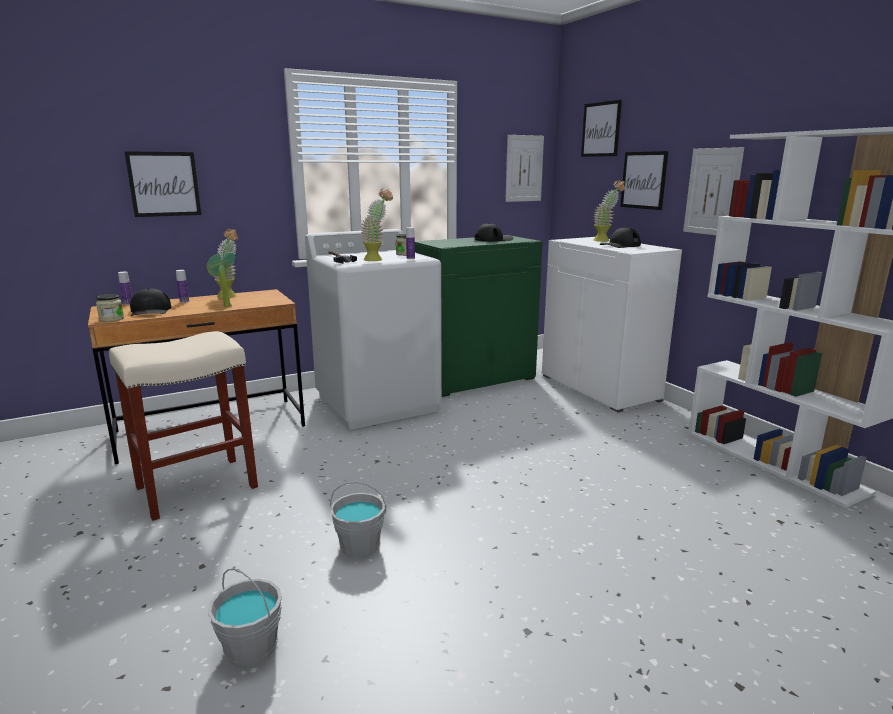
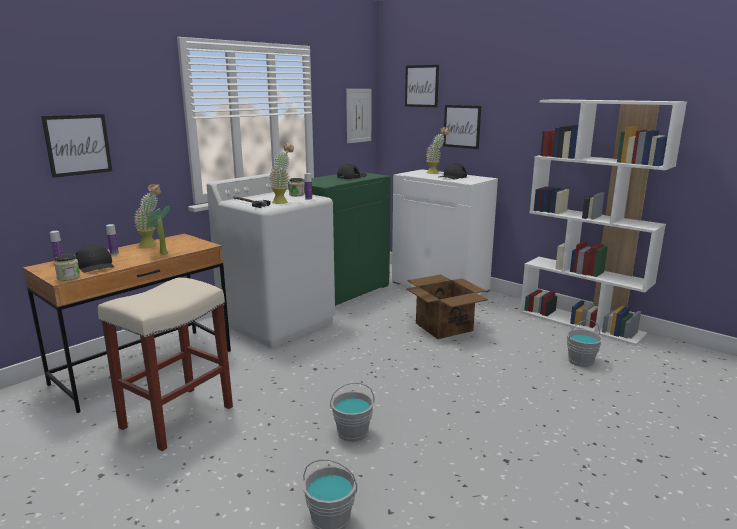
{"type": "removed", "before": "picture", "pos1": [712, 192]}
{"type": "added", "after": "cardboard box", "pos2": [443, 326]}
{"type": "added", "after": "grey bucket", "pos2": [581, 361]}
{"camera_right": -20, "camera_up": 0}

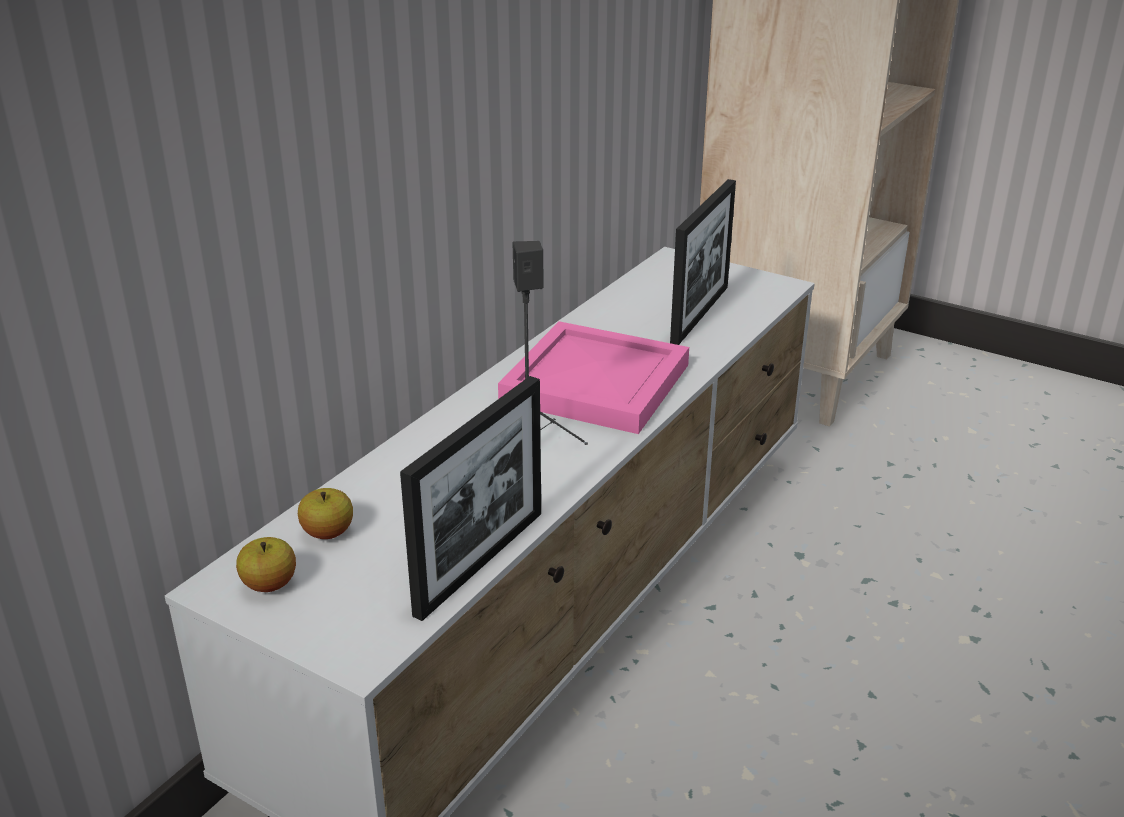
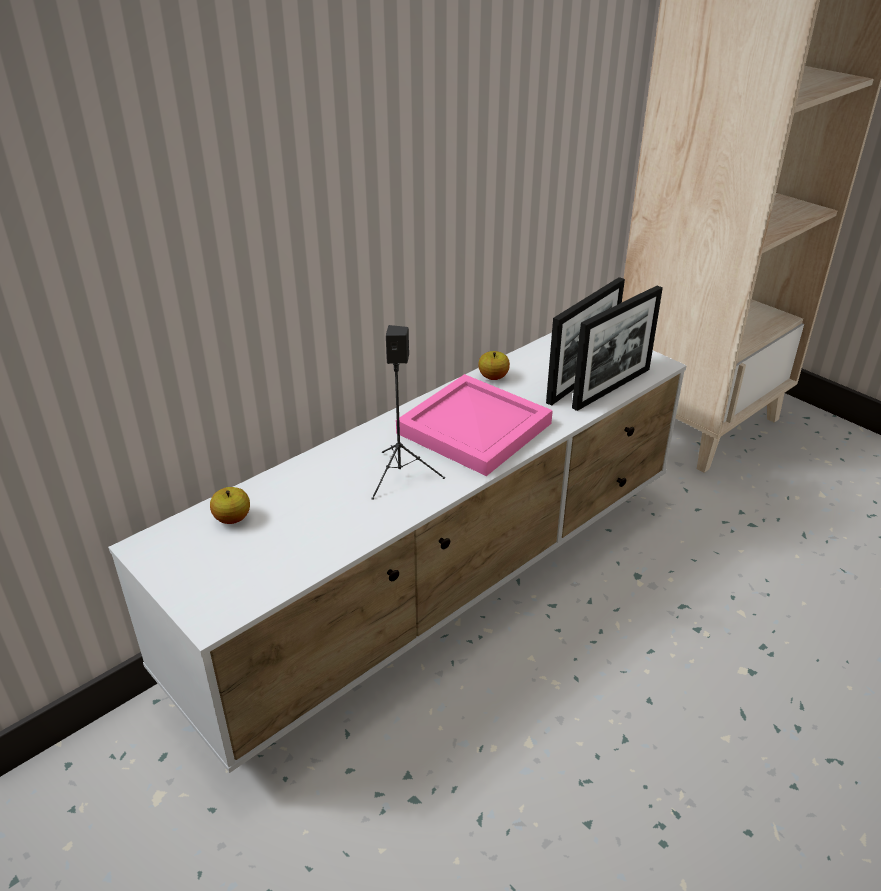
{"type": "moved", "before": "apple", "pos1": [269, 585], "pos2": [493, 377]}
{"type": "moved", "before": "picture frame", "pos1": [480, 562], "pos2": [611, 388]}
{"camera_right": 15, "camera_up": 5}

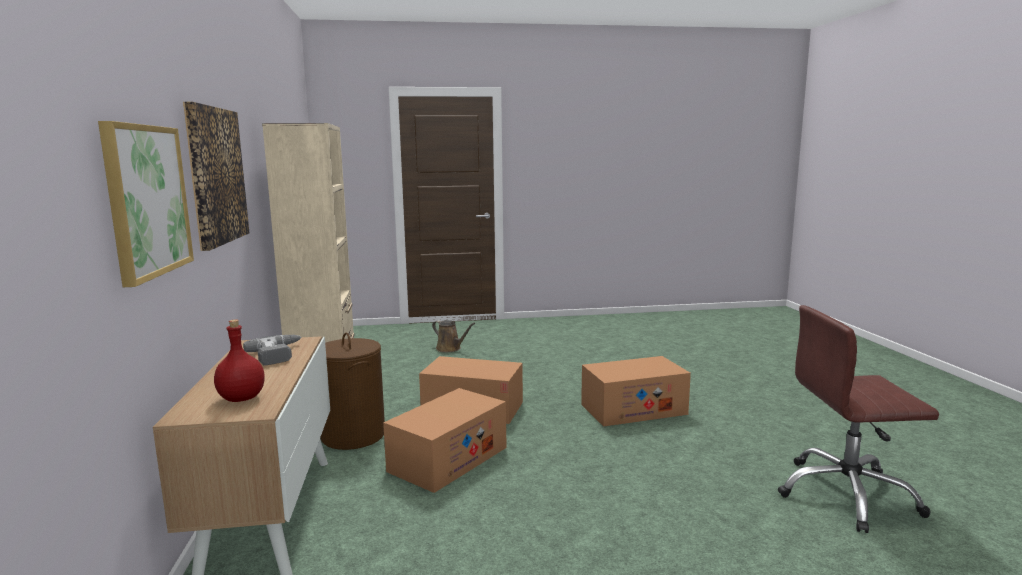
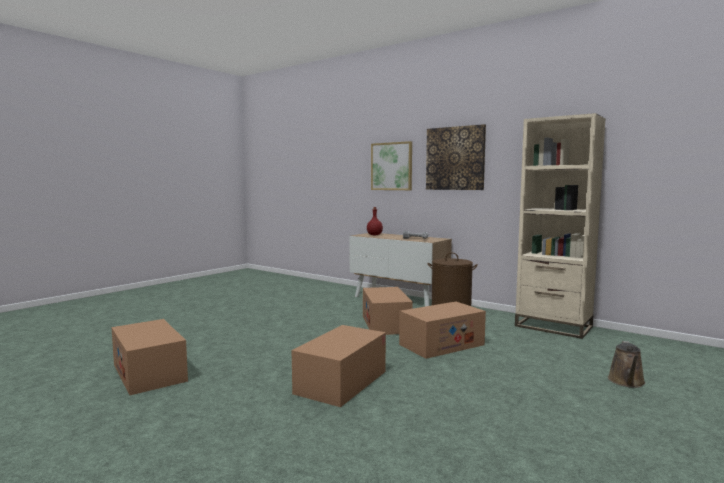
{"type": "replaced", "before": "brown office chair", "after": "cardboard box", "pos1": [847, 495], "pos2": [149, 373]}
{"type": "turned", "before": "brown watering can", "pos1": [450, 349], "pos2": [626, 382], "turn": -60}
{"camera_right": 135, "camera_up": -5}

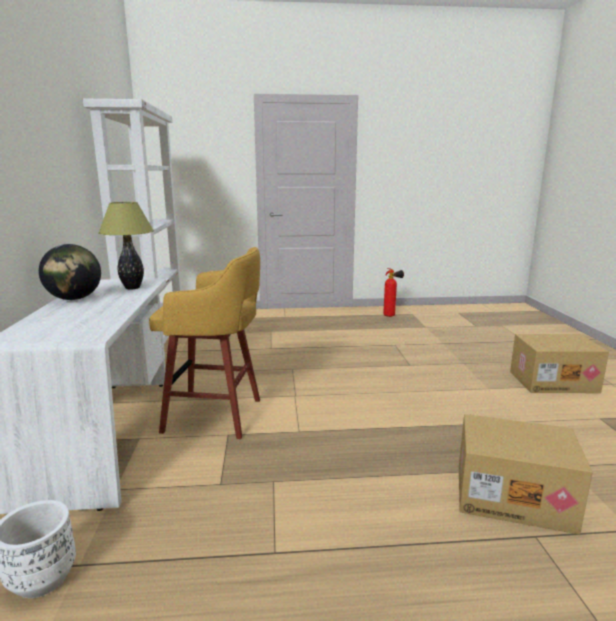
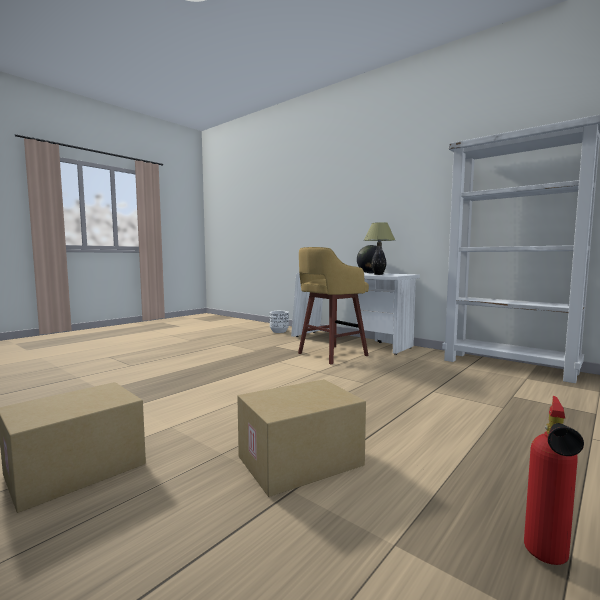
{"type": "moved", "before": "cardboard box", "pos1": [513, 496], "pos2": [300, 462]}
{"camera_right": 135, "camera_up": -10}

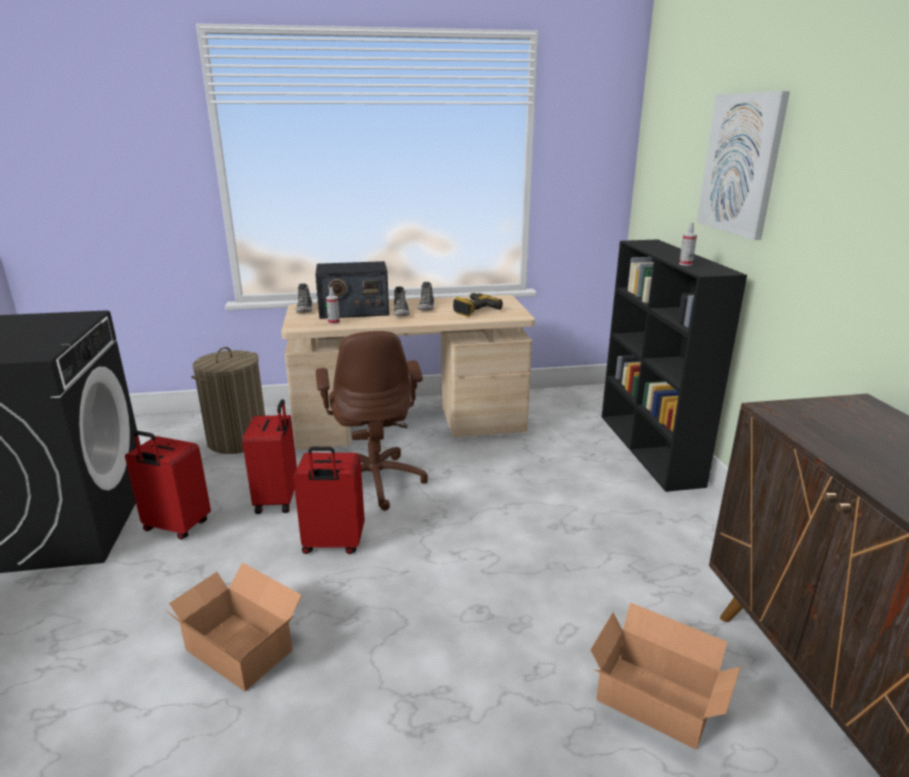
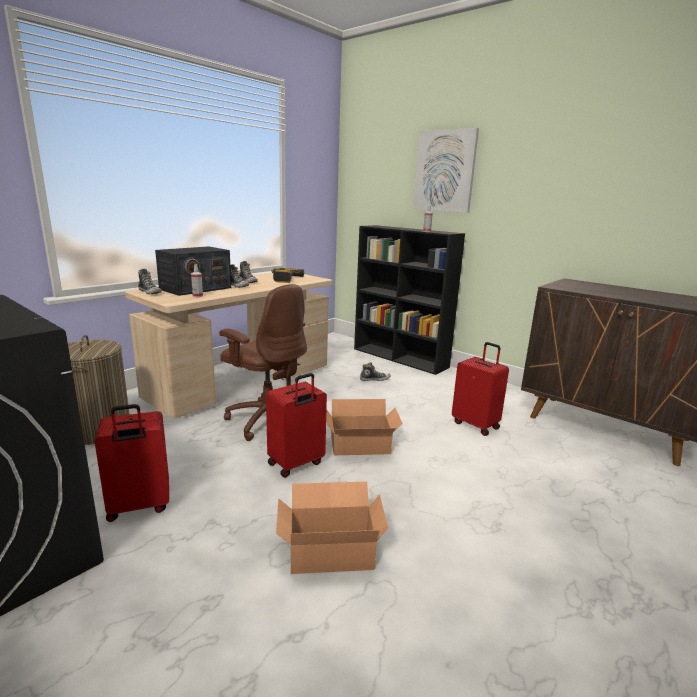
{"type": "added", "after": "shoe", "pos2": [375, 379]}
{"type": "moved", "before": "red suitcase", "pos1": [278, 500], "pos2": [476, 425]}
{"type": "moved", "before": "cardboard box", "pos1": [656, 704], "pos2": [362, 446]}
{"camera_right": -40, "camera_up": -5}

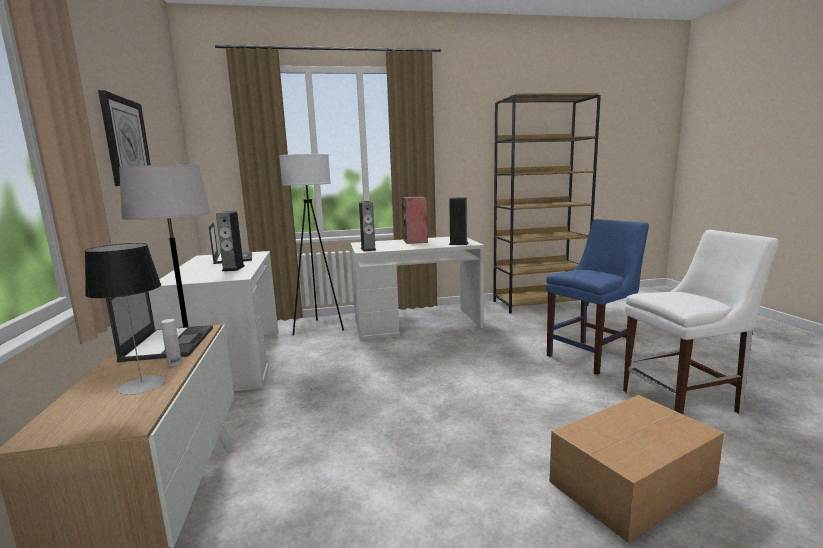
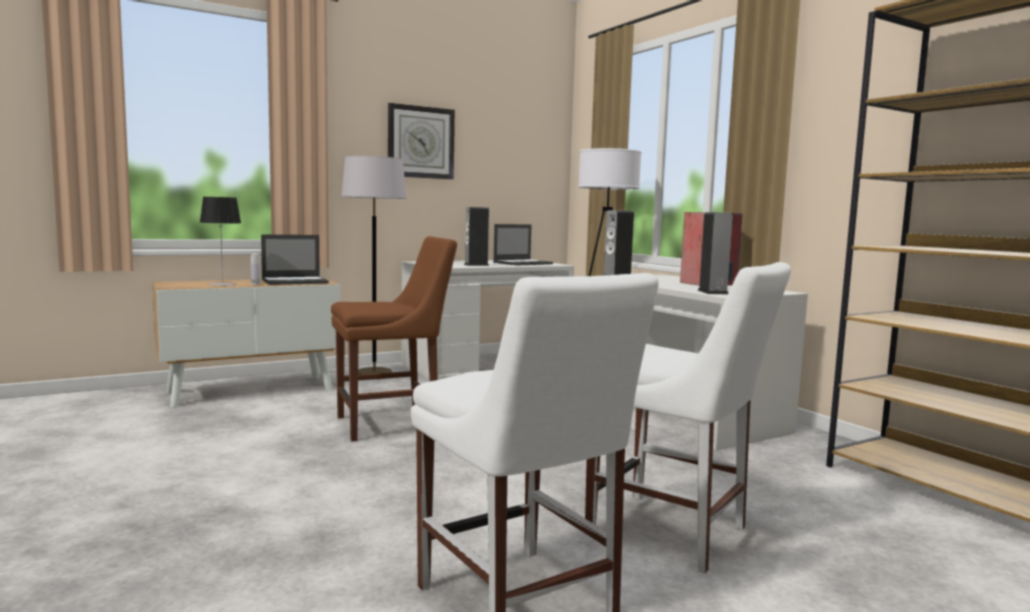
{"type": "removed", "before": "cardboard box", "pos1": [634, 483]}
{"type": "added", "after": "brown chair", "pos2": [393, 424]}
{"type": "recoloured", "before": "blue chair", "after": "white chair", "pos1": [592, 356], "pos2": [674, 533]}
{"camera_right": 70, "camera_up": -5}

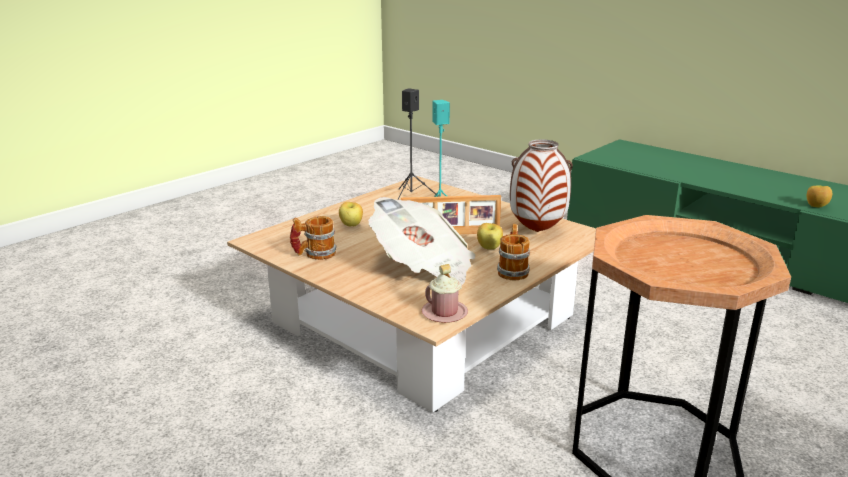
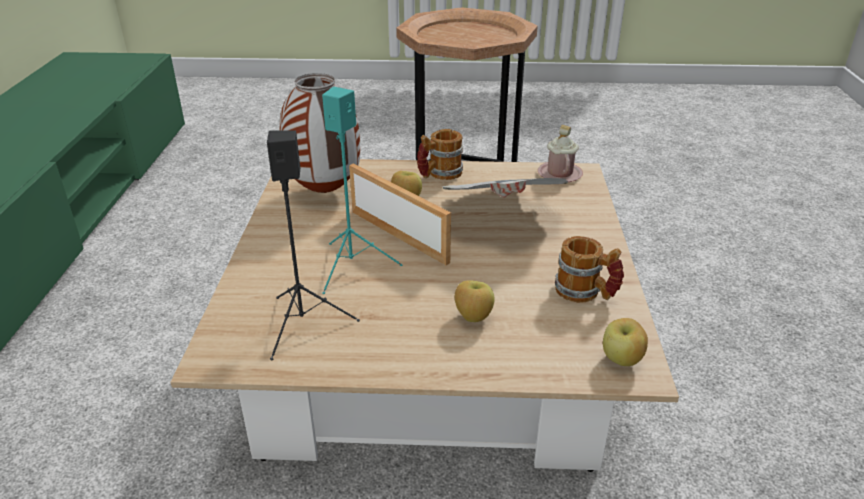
{"type": "moved", "before": "apple", "pos1": [816, 206], "pos2": [622, 360]}
{"camera_right": -130, "camera_up": 10}

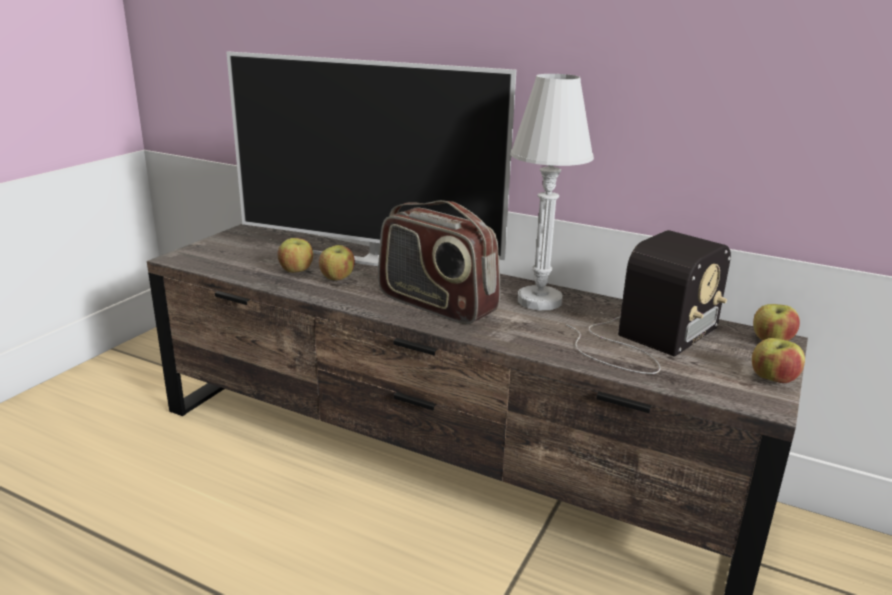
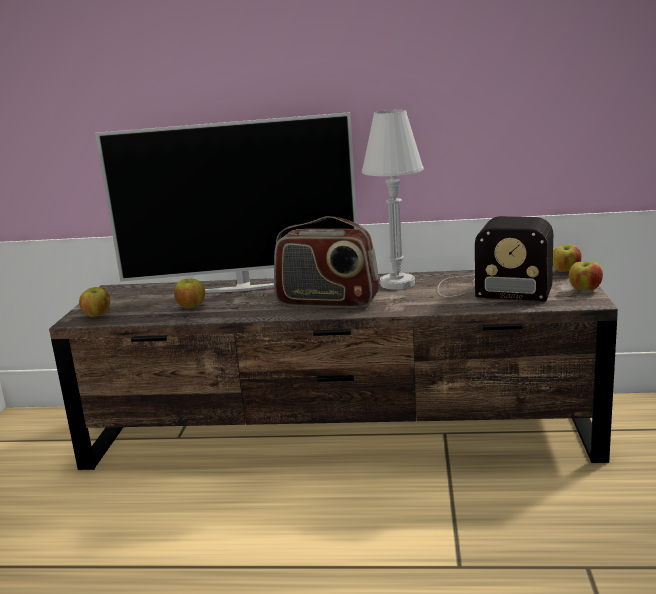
{"type": "moved", "before": "apple", "pos1": [337, 279], "pos2": [97, 315]}
{"type": "turned", "before": "radio", "pos1": [644, 340], "pos2": [489, 288], "turn": 90}
{"camera_right": -20, "camera_up": -5}

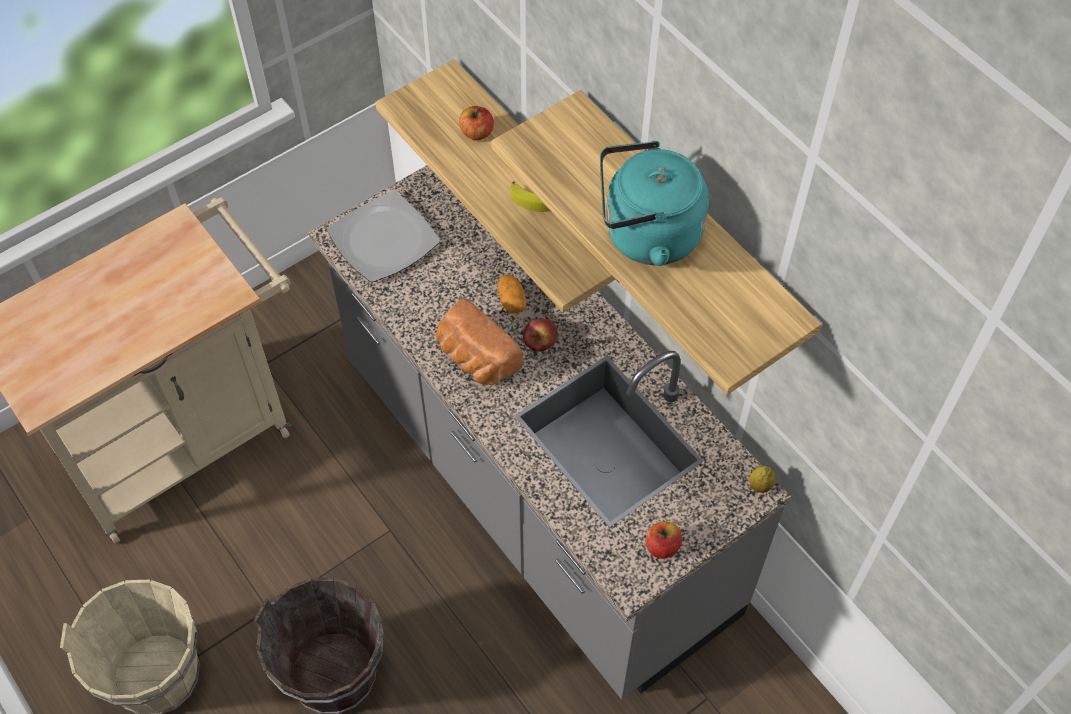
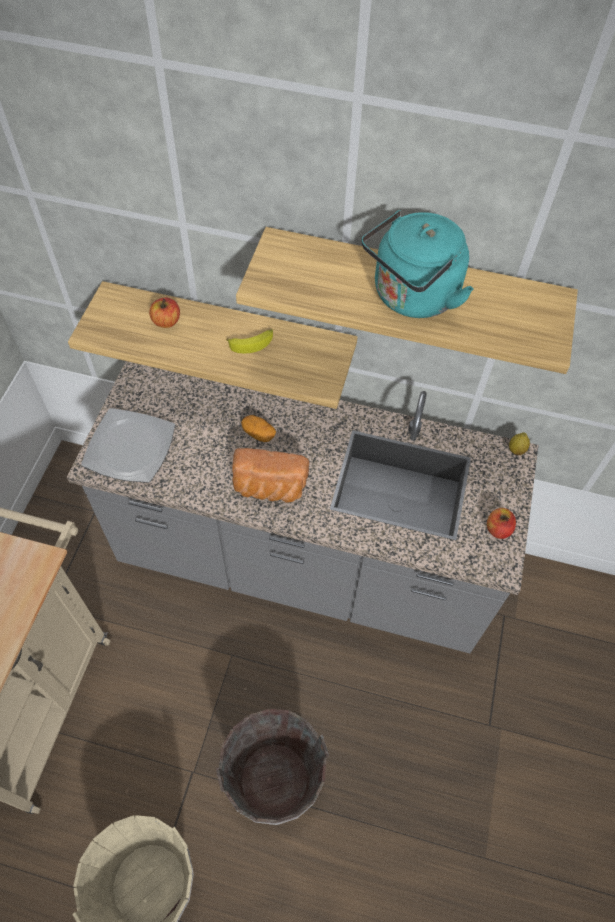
{"type": "removed", "before": "apple", "pos1": [540, 339]}
{"camera_right": -40, "camera_up": 0}

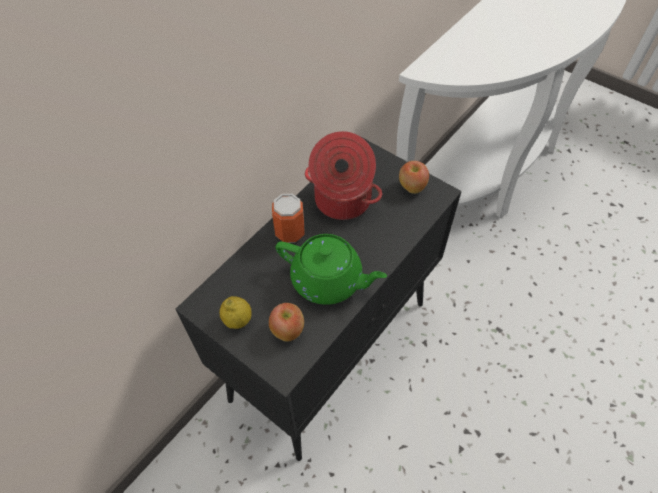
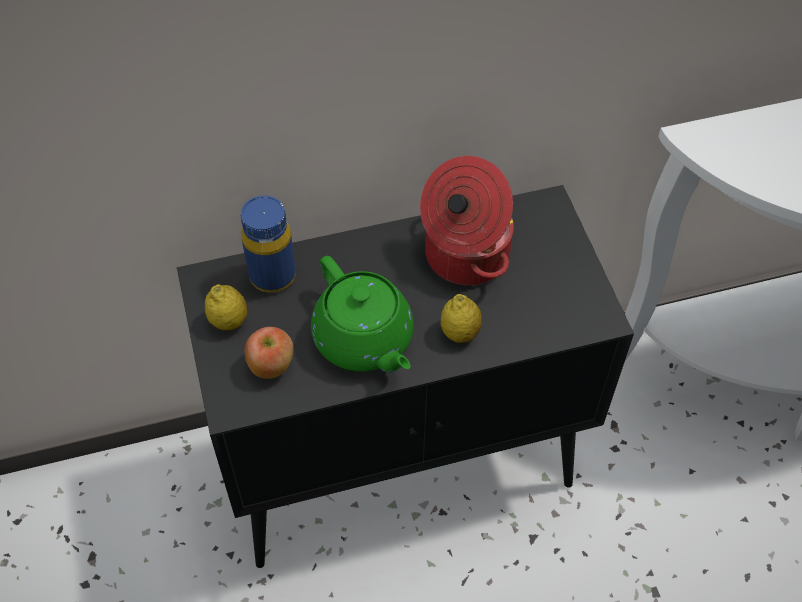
{"type": "removed", "before": "can", "pos1": [290, 232]}
{"type": "removed", "before": "apple", "pos1": [411, 187]}
{"type": "added", "after": "blue bottle", "pos2": [272, 276]}
{"type": "added", "after": "lemon", "pos2": [459, 333]}
{"camera_right": 35, "camera_up": 0}

